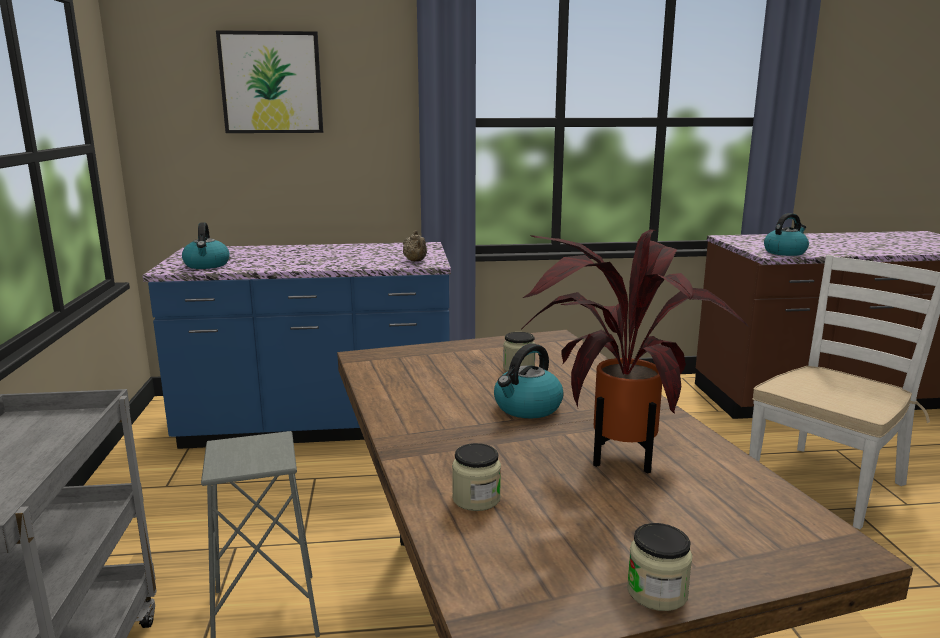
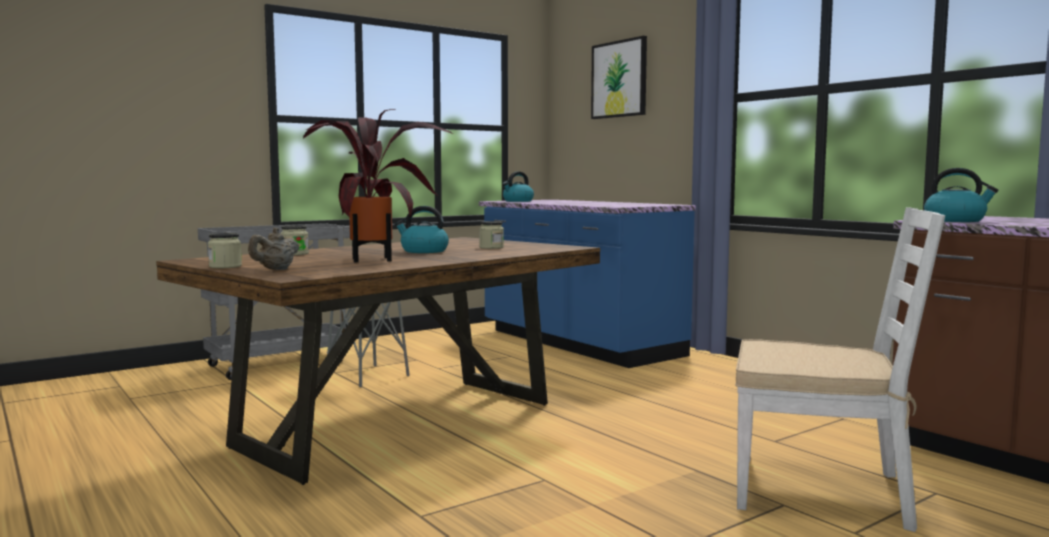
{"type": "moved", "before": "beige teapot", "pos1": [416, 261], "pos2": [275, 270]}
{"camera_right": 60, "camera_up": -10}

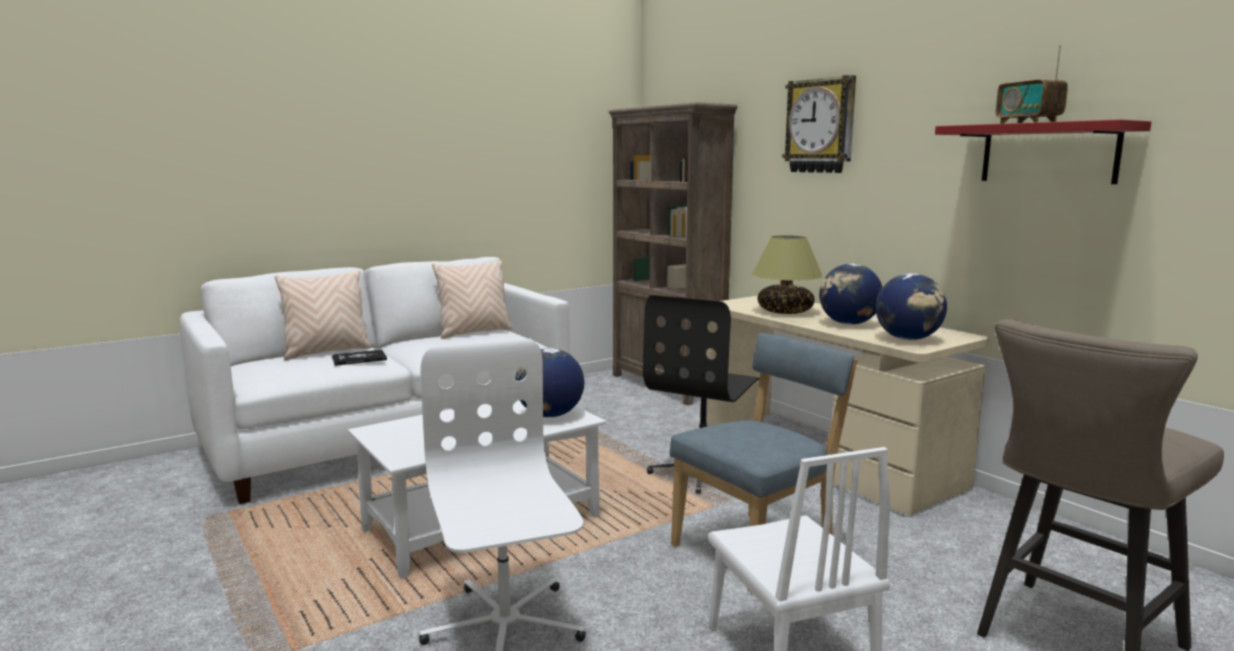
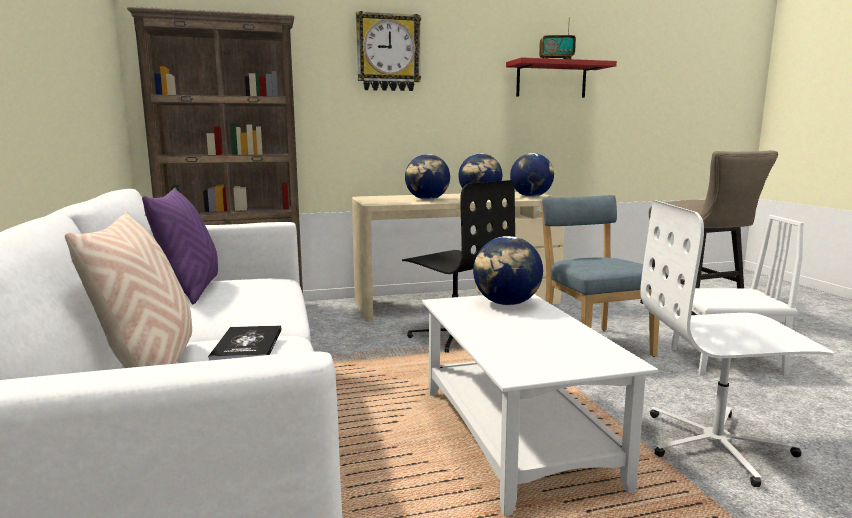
{"type": "replaced", "before": "table lamp", "after": "globe", "pos1": [785, 312], "pos2": [427, 199]}
{"type": "recoloured", "before": "beige pillow", "after": "purple pillow", "pos1": [474, 333], "pos2": [191, 290]}
{"camera_right": -70, "camera_up": 0}

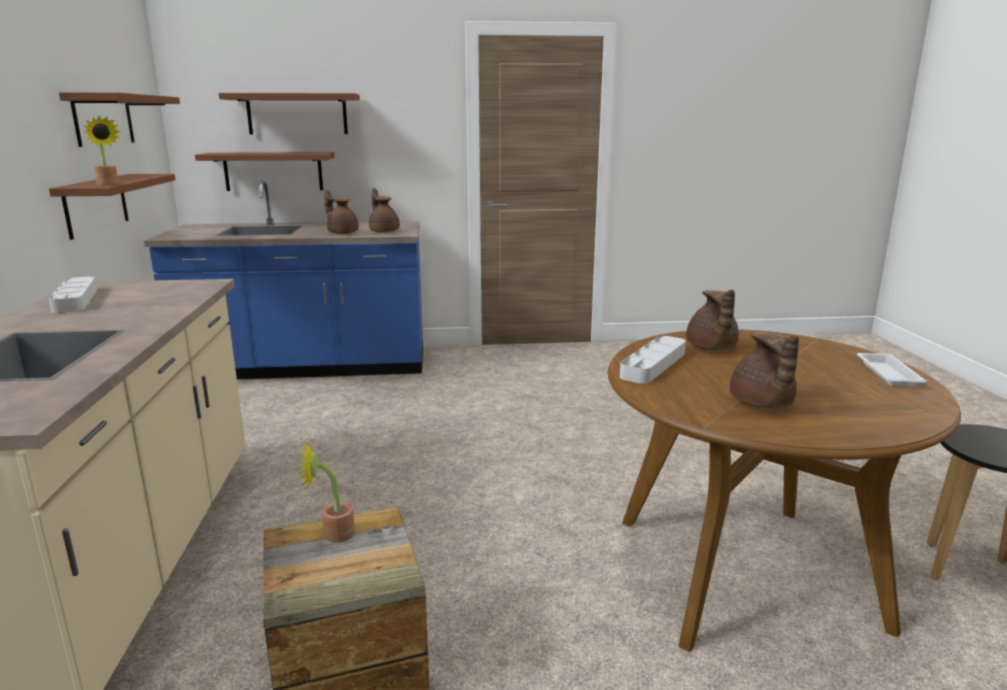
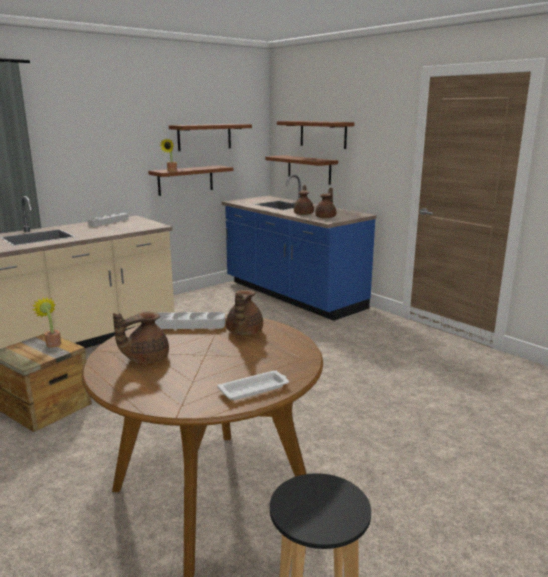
{"type": "turned", "before": "brown teapot", "pos1": [711, 348], "pos2": [243, 332], "turn": -45}
{"camera_right": 55, "camera_up": 0}

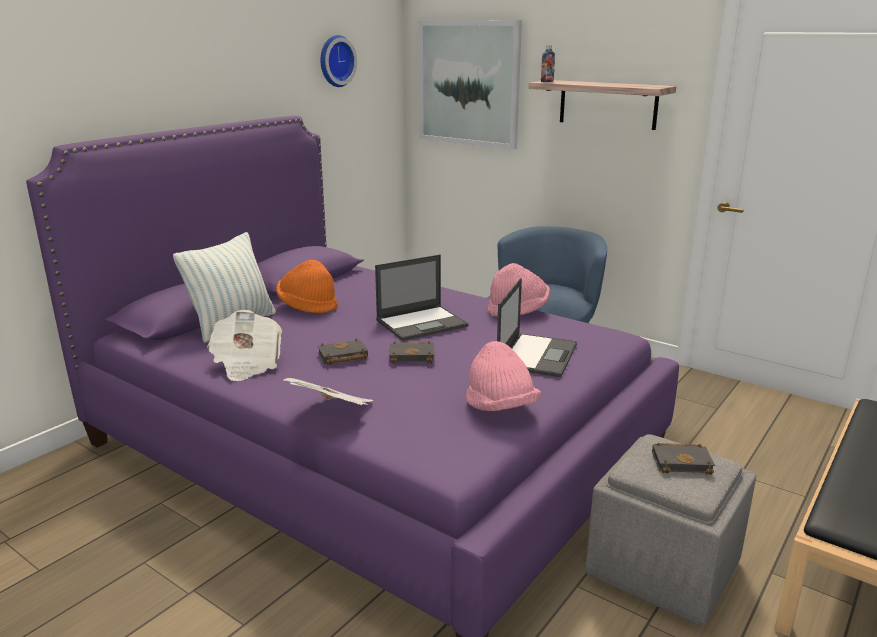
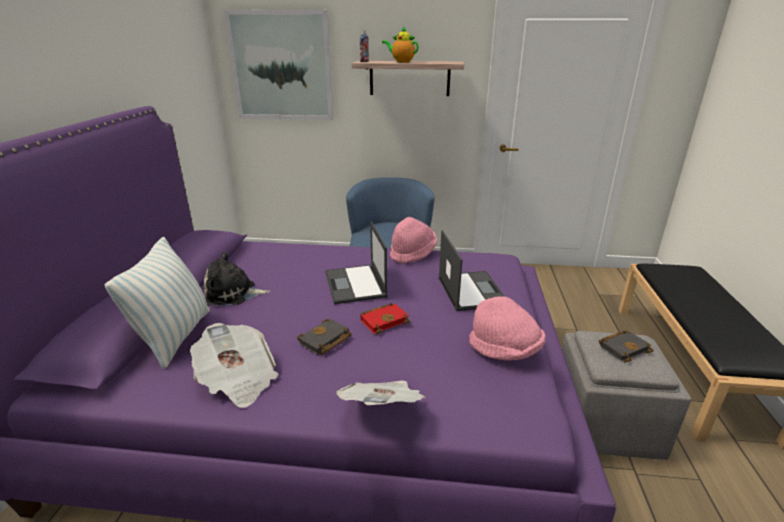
{"type": "removed", "before": "wall clock", "pos1": [335, 61]}
{"type": "added", "after": "teapot", "pos2": [401, 62]}
{"type": "replaced", "before": "orange hat", "after": "plush toy", "pos1": [307, 306], "pos2": [233, 294]}
{"type": "recoloured", "before": "black book", "after": "red book", "pos1": [413, 356], "pos2": [384, 320]}
{"type": "turned", "before": "laptop", "pos1": [422, 323], "pos2": [355, 284], "turn": 135}
{"camera_right": -30, "camera_up": 5}

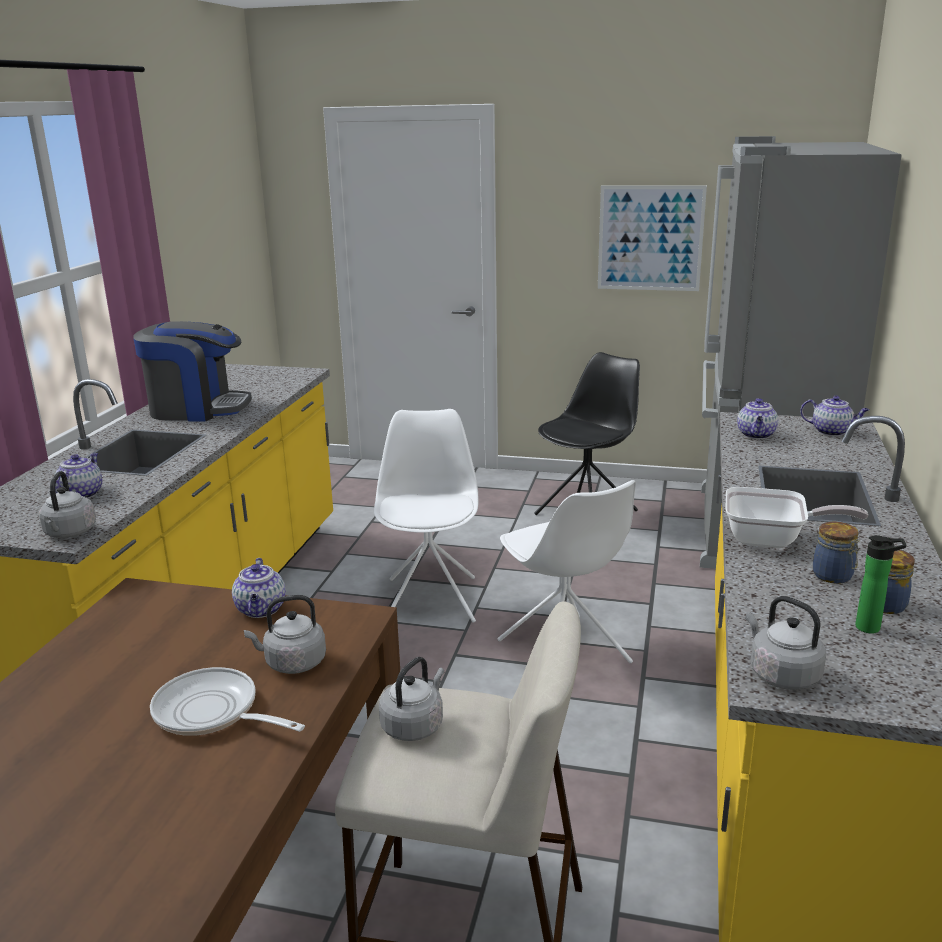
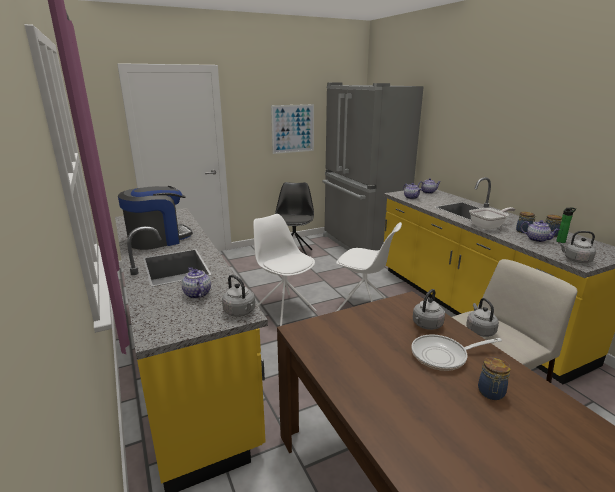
{"type": "added", "after": "jar", "pos2": [491, 393]}
{"type": "moved", "before": "teapot", "pos1": [261, 610], "pos2": [537, 239]}
{"camera_right": -40, "camera_up": 0}

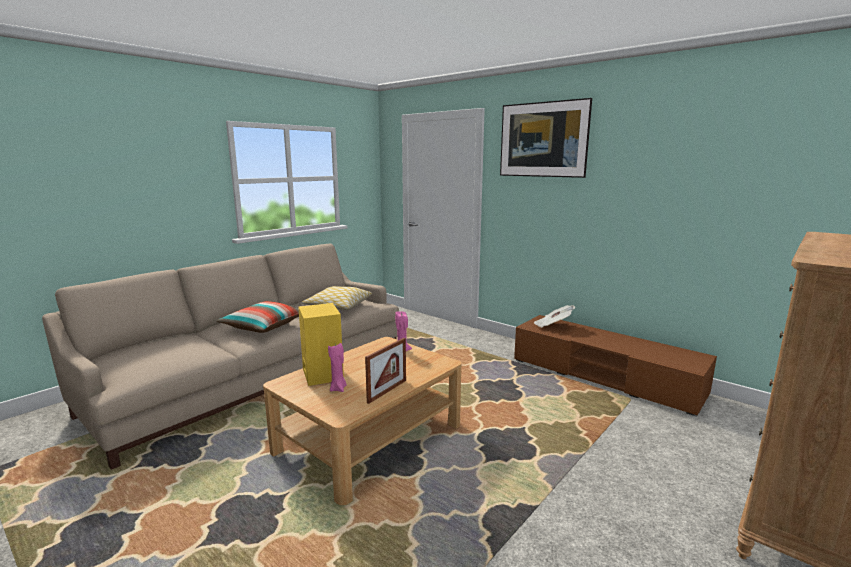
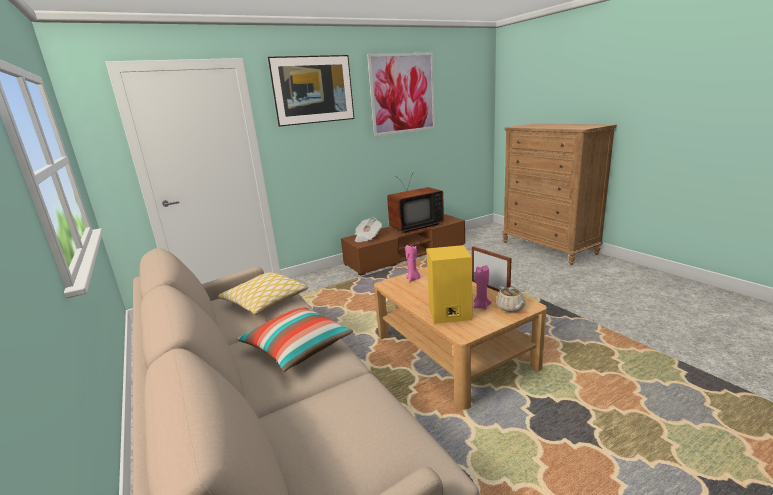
{"type": "added", "after": "picture", "pos2": [403, 94]}
{"type": "added", "after": "television", "pos2": [414, 226]}
{"type": "added", "after": "beige teapot", "pos2": [510, 308]}
{"camera_right": -70, "camera_up": 5}

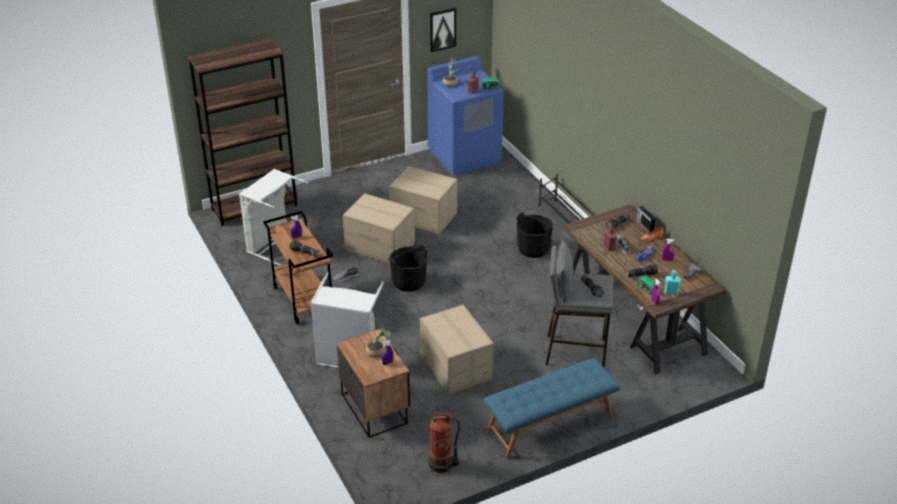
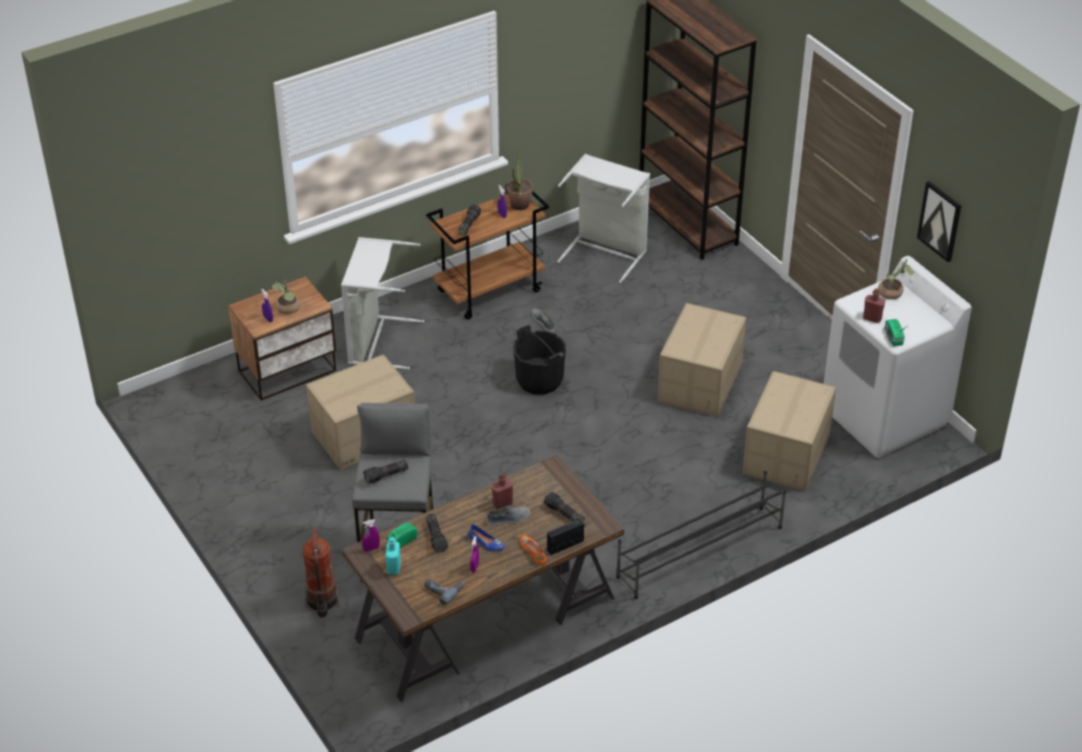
{"type": "removed", "before": "blue bench", "pos1": [550, 425]}
{"type": "removed", "before": "black bucket", "pos1": [533, 248]}
{"type": "added", "after": "potted plant", "pos2": [519, 207]}
{"type": "moved", "before": "cardboard box", "pos1": [380, 246], "pos2": [787, 454]}
{"type": "moved", "before": "fire extinguisher", "pos1": [442, 464], "pos2": [321, 601]}
{"type": "recoloured", "before": "blue washing machine", "after": "white washing machine", "pos1": [465, 156], "pos2": [884, 416]}
{"camera_right": 85, "camera_up": 5}

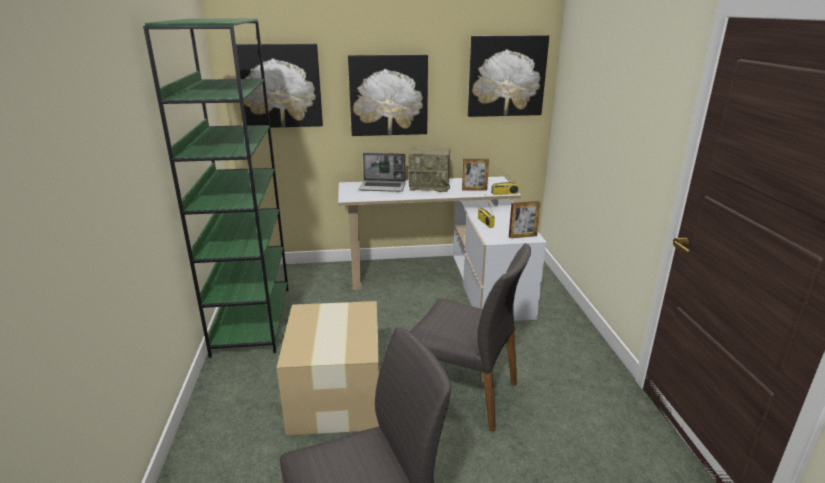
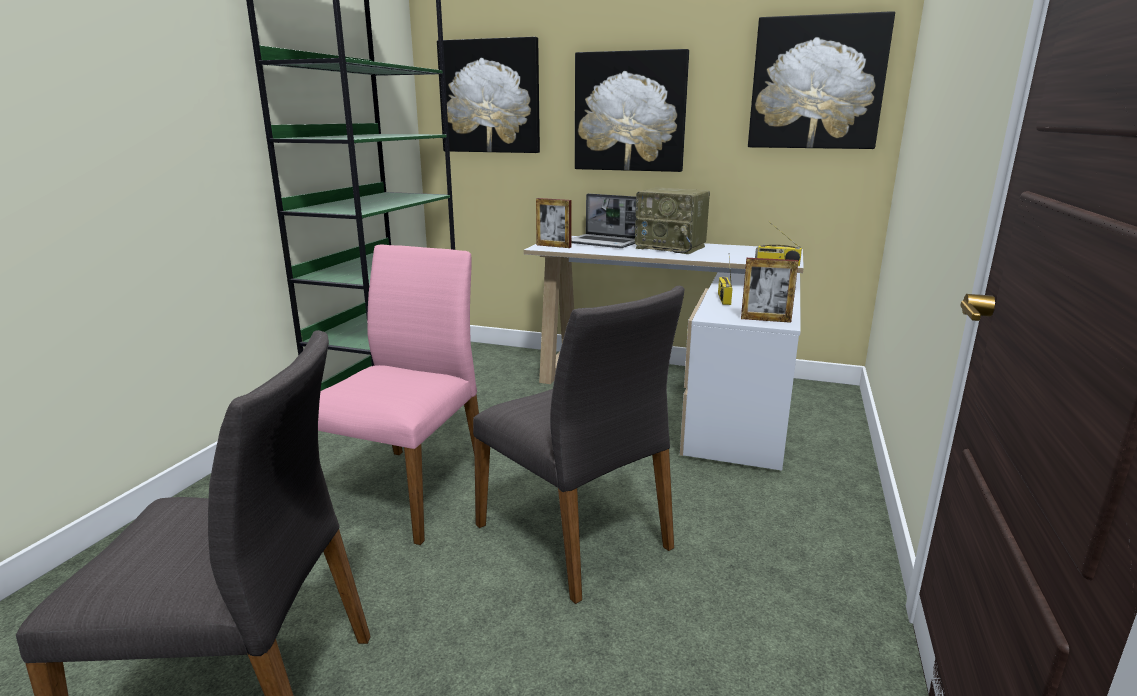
{"type": "moved", "before": "picture frame", "pos1": [474, 189], "pos2": [553, 246]}
{"type": "replaced", "before": "cardboard box", "after": "pink chair", "pos1": [337, 393], "pos2": [406, 490]}
{"camera_right": 25, "camera_up": -5}

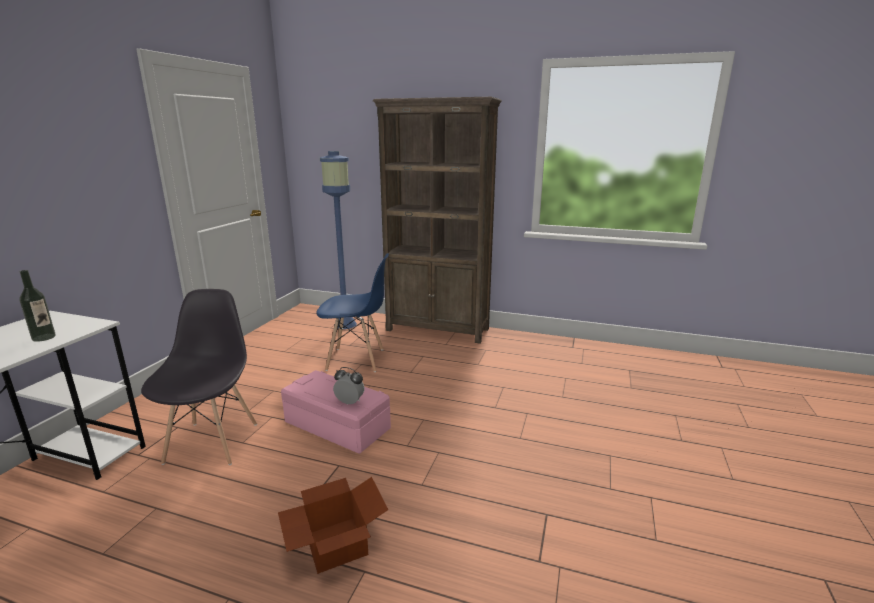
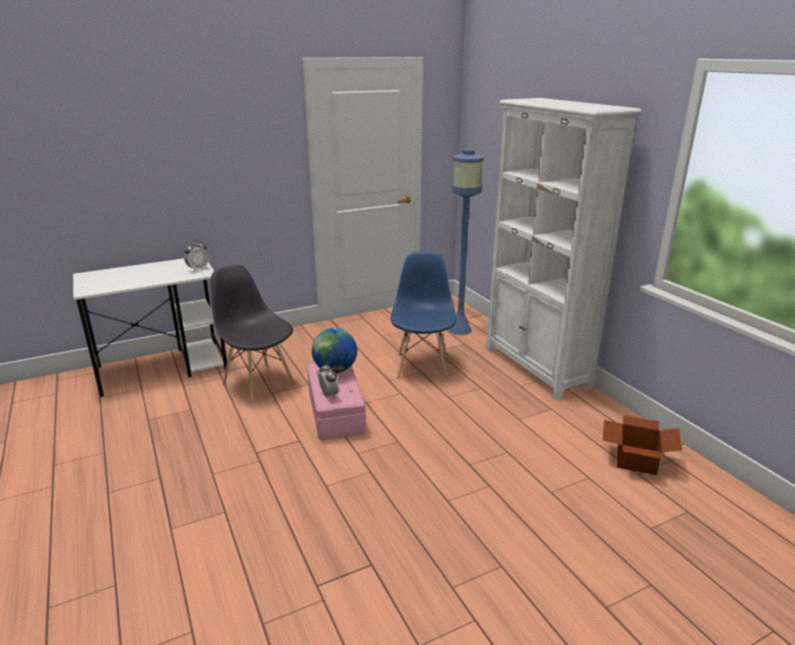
{"type": "removed", "before": "bottle", "pos1": [44, 337]}
{"type": "added", "after": "alarm clock", "pos2": [198, 269]}
{"type": "added", "after": "globe", "pos2": [335, 370]}
{"type": "moved", "before": "cardboard box", "pos1": [334, 544], "pos2": [635, 459]}
{"type": "recoloured", "before": "brown bookcase", "after": "white bookcase", "pos1": [438, 329], "pos2": [536, 368]}
{"type": "turned", "before": "grey chair", "pos1": [212, 442], "pos2": [258, 384], "turn": -90}
{"type": "turned", "before": "blue chair", "pos1": [356, 360], "pos2": [422, 366], "turn": -135}
{"camera_right": 45, "camera_up": 5}

